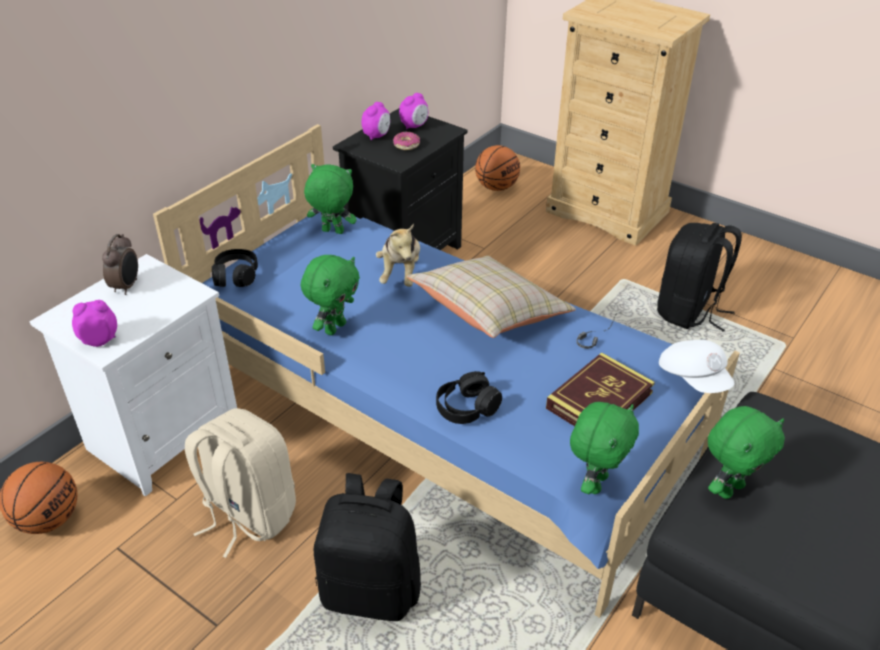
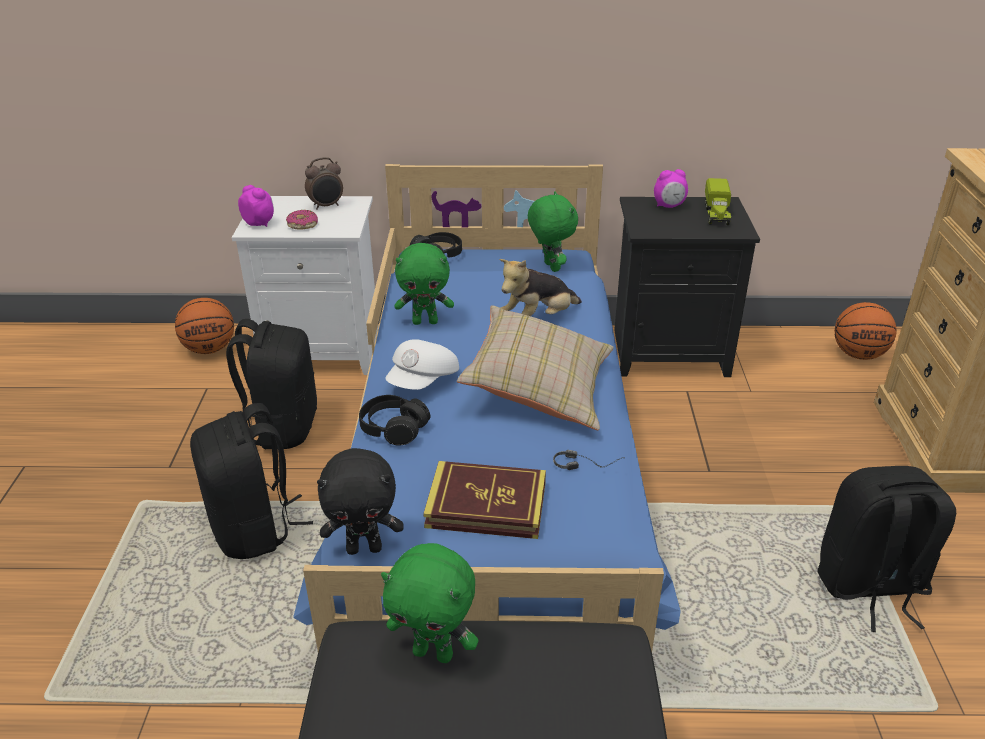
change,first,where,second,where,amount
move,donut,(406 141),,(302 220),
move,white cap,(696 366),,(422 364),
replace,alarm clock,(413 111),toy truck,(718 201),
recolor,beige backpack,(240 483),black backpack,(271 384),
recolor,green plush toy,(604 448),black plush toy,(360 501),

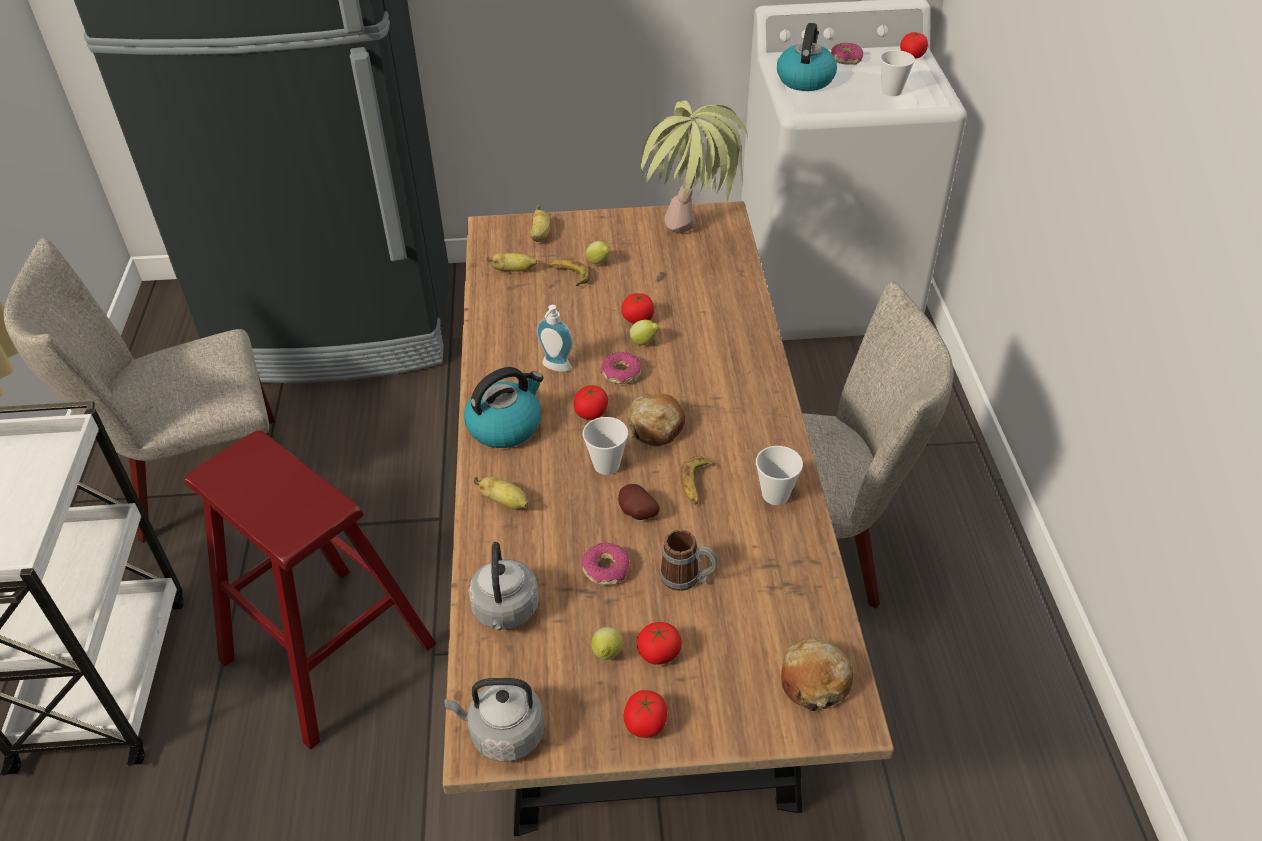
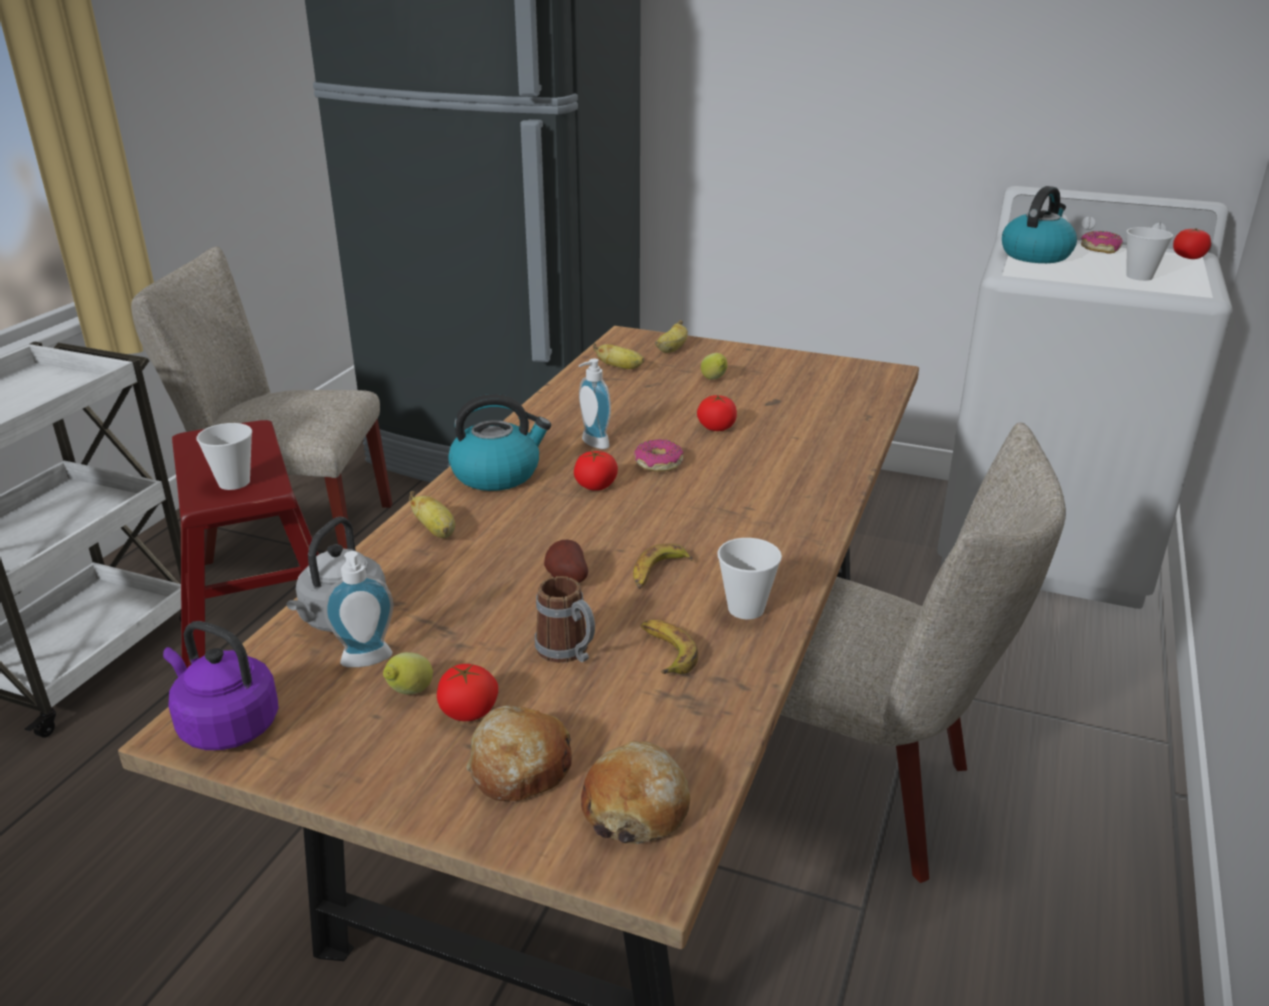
change,first,where,second,where,amount
delete,donut,(606 564),,,
delete,tomato,(645 714),,,
delete,lemon,(644 333),,,
delete,potted plant,(694 167),,,
insert,,,soap dispenser,(359 609),
move,banana,(570 272),,(669 647),
move,cup,(605 446),,(224 456),
move,bread,(656 420),,(519 753),
recolor,grey kettle,(494 720),purple kettle,(221 685),

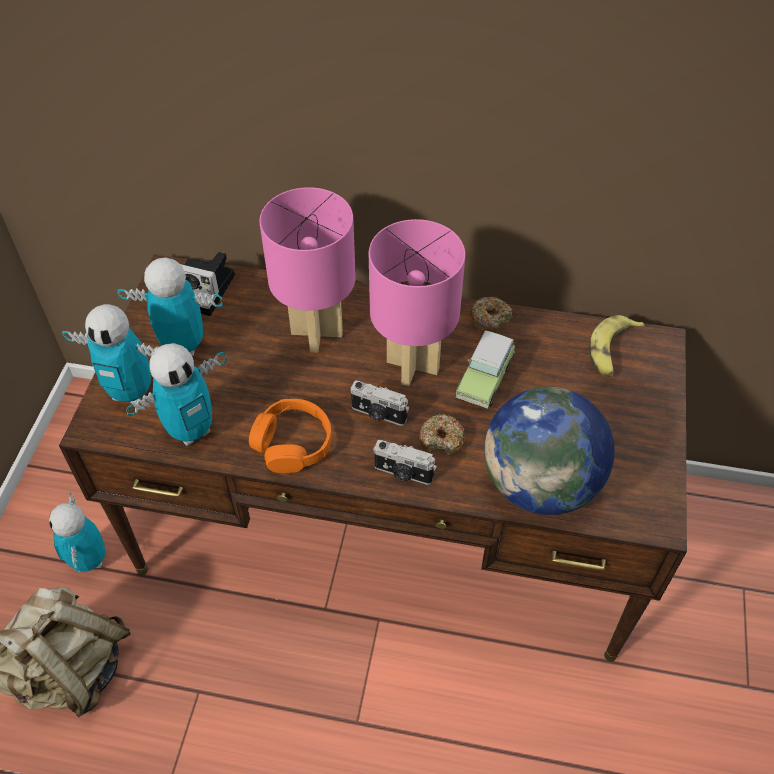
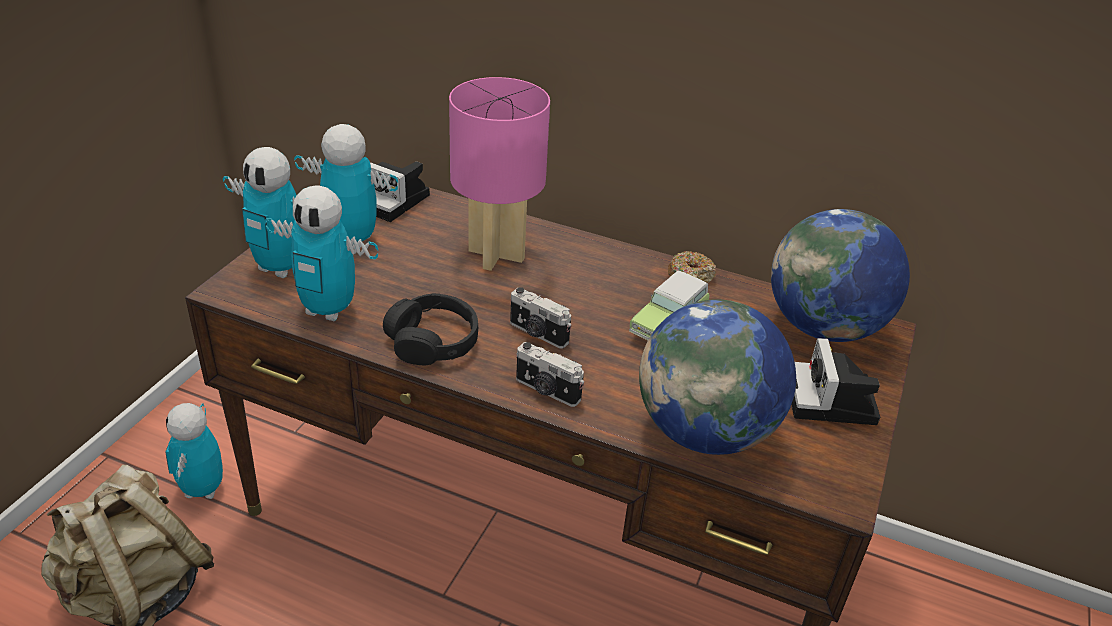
change,first,where,second,where,amount
delete,pink table lamp,(417 302),,,
delete,donut,(442 435),,,
insert,,,photo camera,(836 381),
replace,banana,(617 346),globe,(840 275),
recolor,orange headphones,(290 436),black headphones,(430 329),
rotate,toy robot,(176 394),,(321 253),45 degrees clockwise

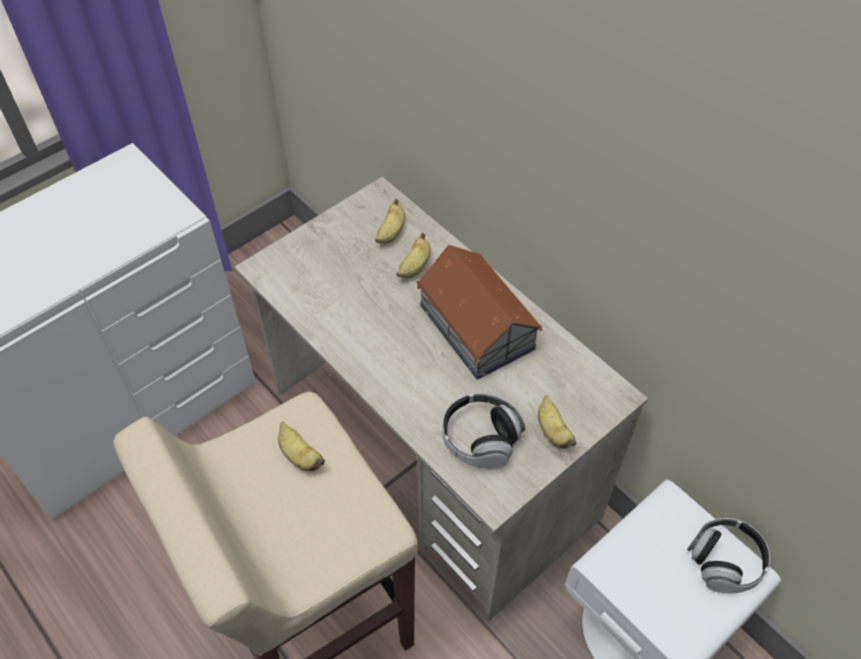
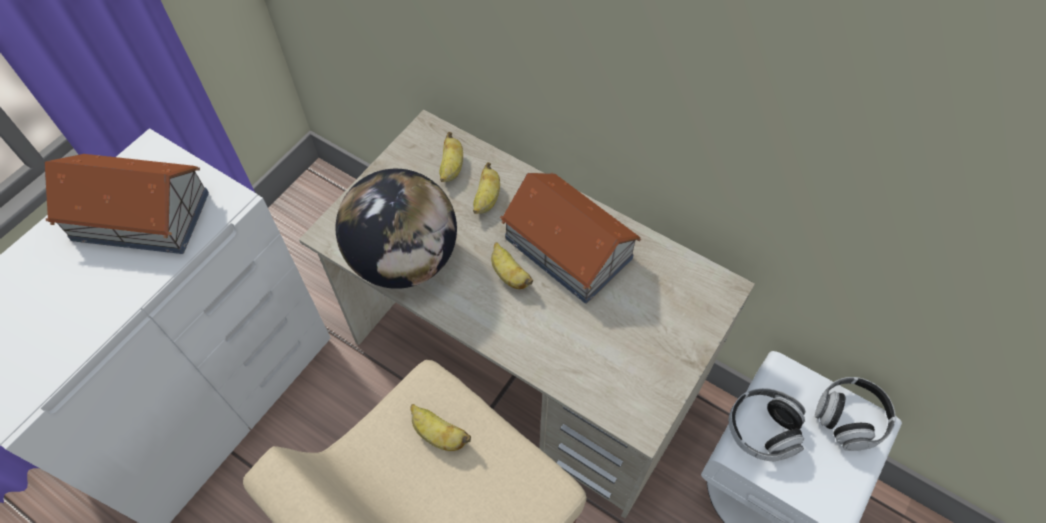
change,first,where,second,where,amount
insert,,,toy house,(127 204),
insert,,,globe,(396 229),
move,headphones,(483 431),,(767 424),
move,banana,(557 422),,(512 265),

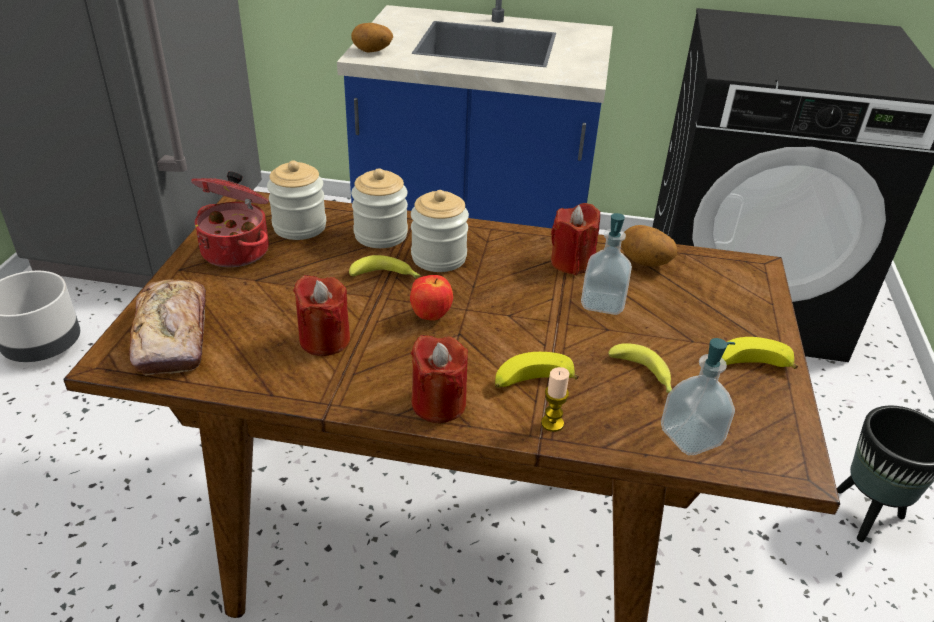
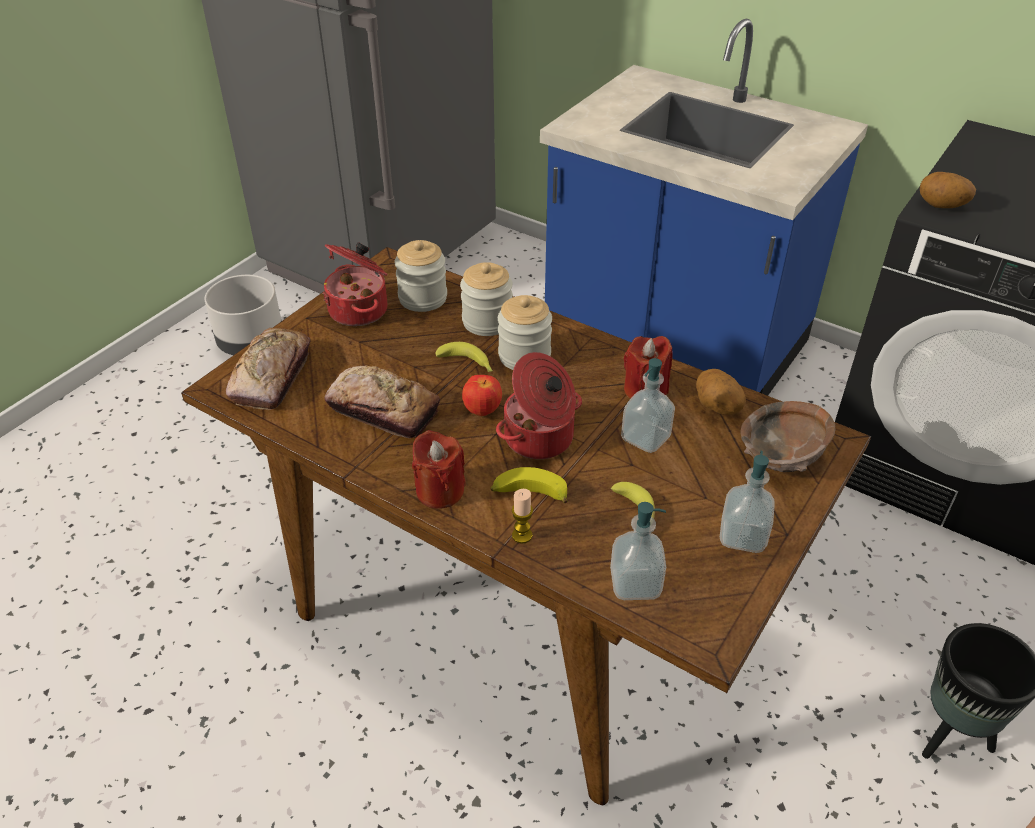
change,first,where,second,where,amount
insert,,,cooking pot,(539 405),
insert,,,brown bowl,(787 436),
move,potato,(372 38),,(948 190),
replace,red candle,(321 315),bread,(382 401),
replace,banana,(760 353),soap dispenser,(747 502),

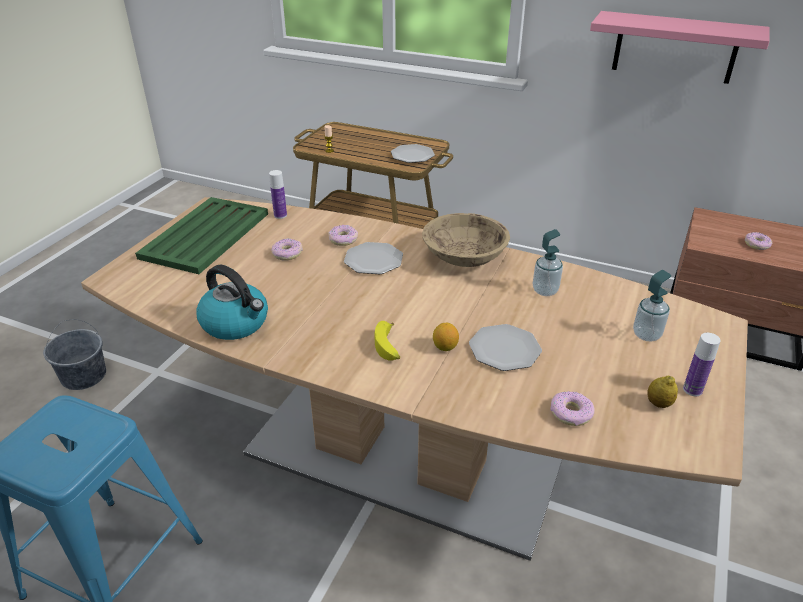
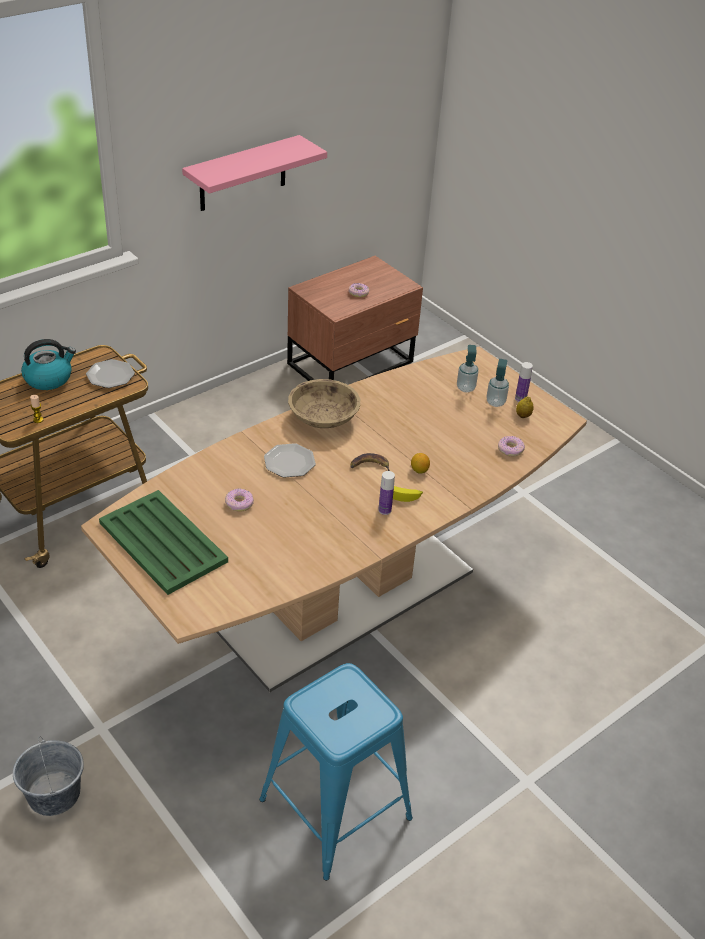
change,first,where,second,where,amount
delete,donut,(343 235),,,
delete,plate,(505 347),,,
insert,,,banana,(370 462),
move,kettle,(232 302),,(48 364),
move,bottle,(278 194),,(386 493),
move,soap dispenser,(548 262),,(497 383),

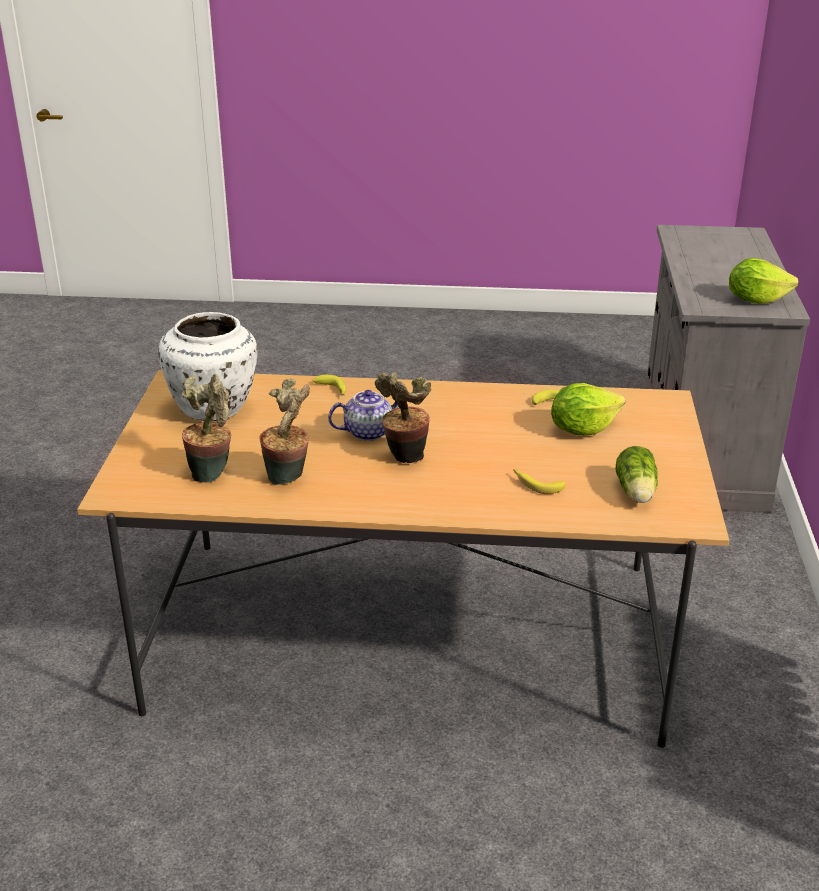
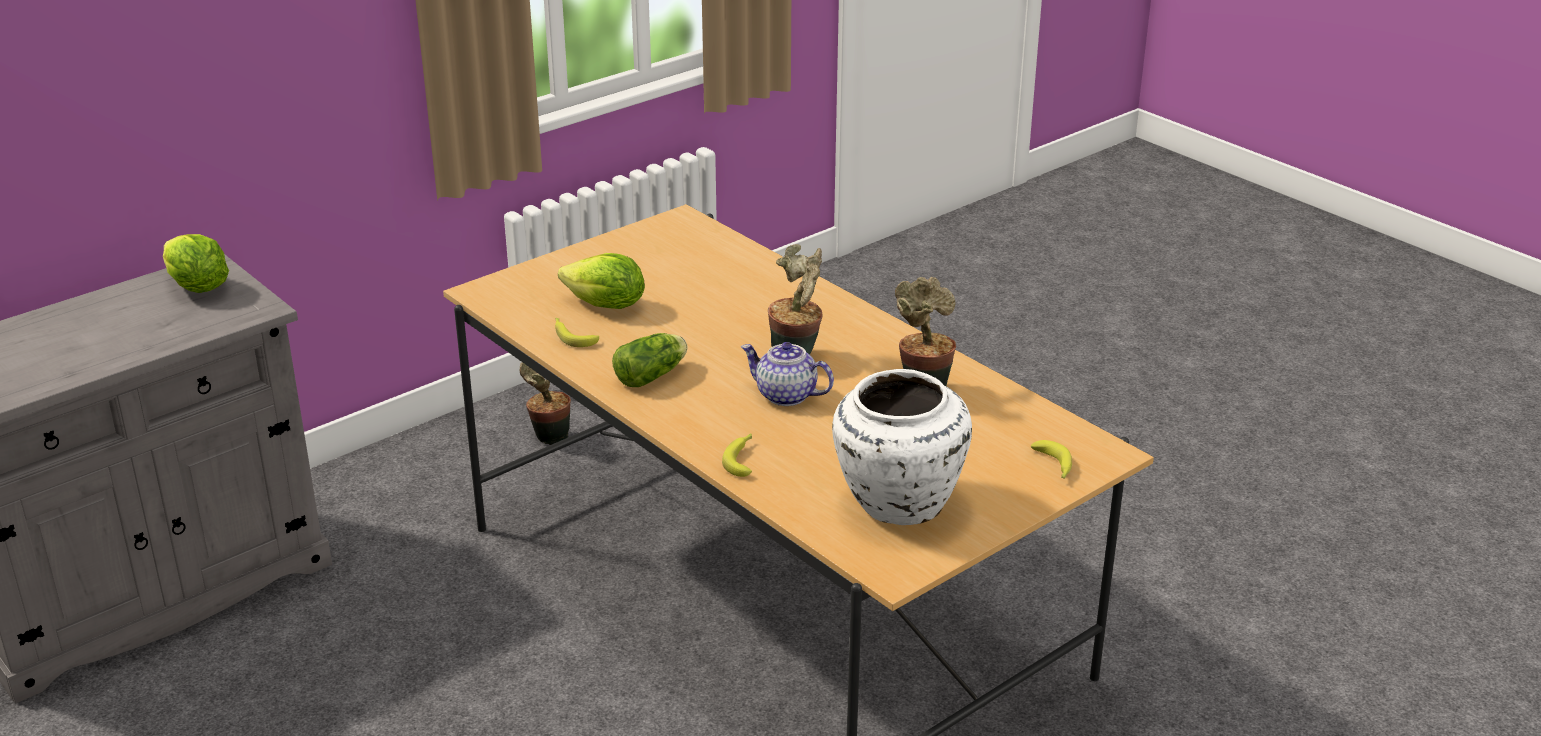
change,first,where,second,where,amount
move,potted plant,(206 428),,(545 403),
move,banana,(539 481),,(1051 459),
move,lettuce,(636 474),,(649 360),

